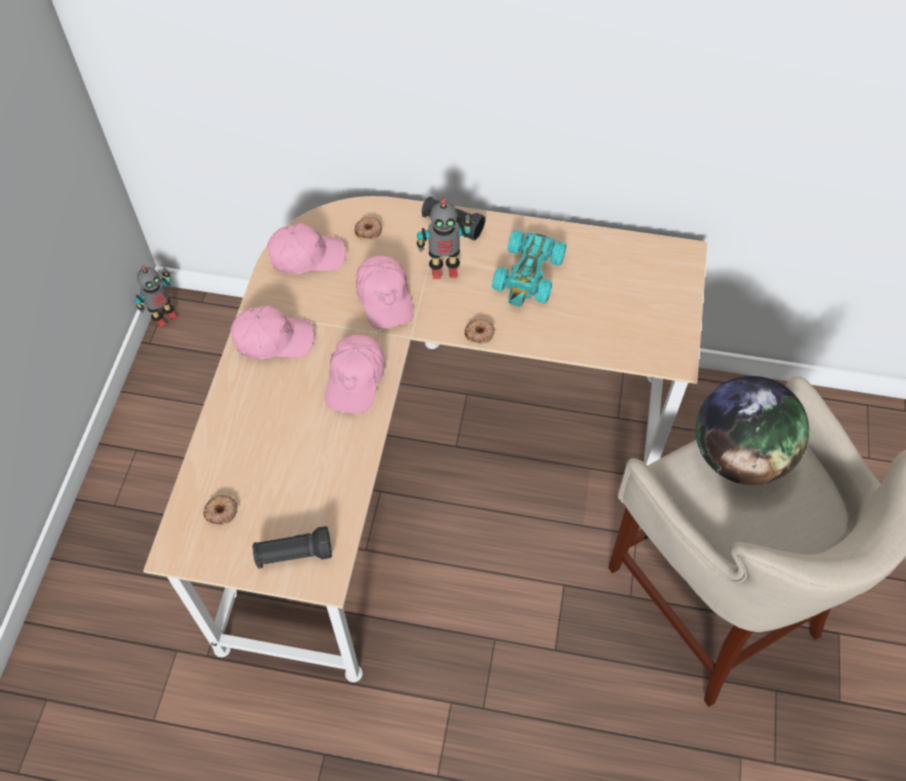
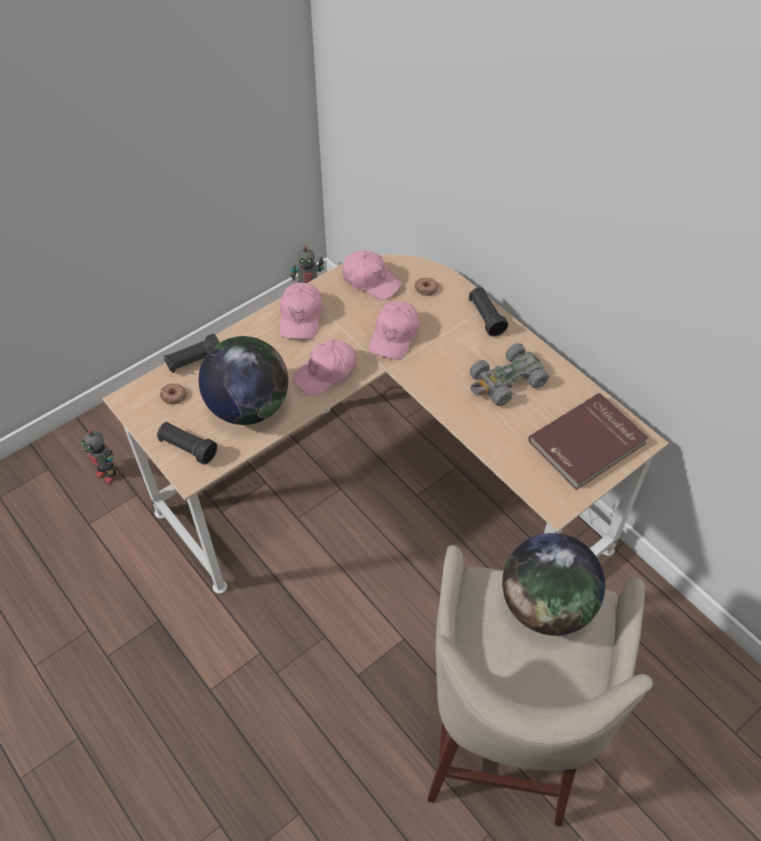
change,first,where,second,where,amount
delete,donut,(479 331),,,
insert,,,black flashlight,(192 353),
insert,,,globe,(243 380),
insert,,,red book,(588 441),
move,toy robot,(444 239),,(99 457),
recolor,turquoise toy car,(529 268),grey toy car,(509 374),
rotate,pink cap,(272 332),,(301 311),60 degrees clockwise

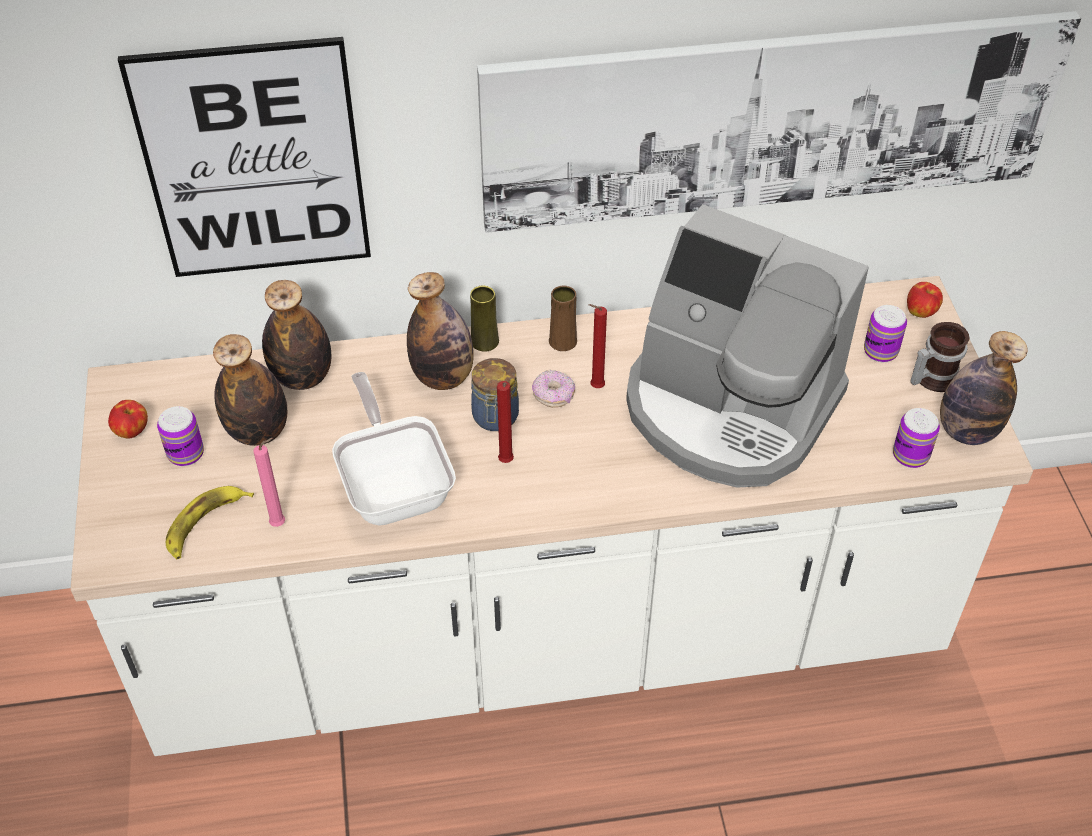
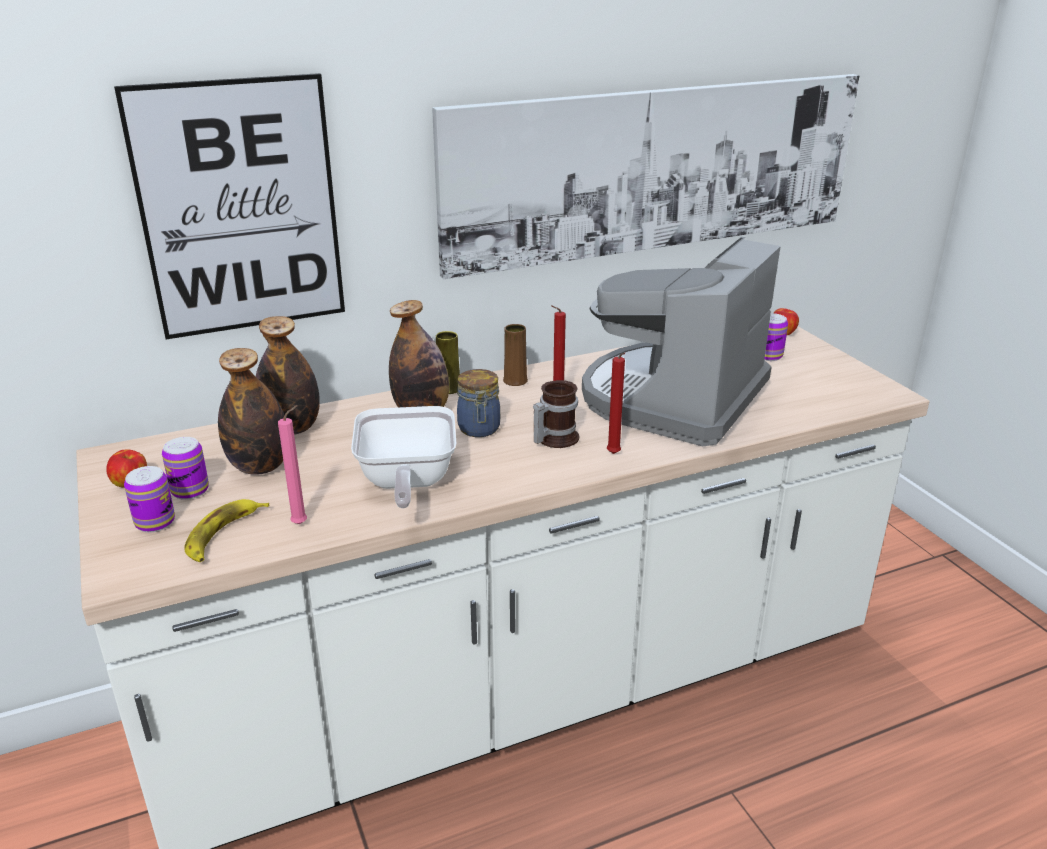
change,first,where,second,where,amount
delete,donut,(553 389),,,
delete,bottle,(984 388),,,
move,red candle,(505 422),,(616 403),
move,can,(916 438),,(149 499),
move,mug,(940 357),,(556 414),
rotate,frying pan,(394 448),,(404 457),150 degrees counterclockwise
rotate,coffee machine,(747 345),,(681 342),105 degrees clockwise

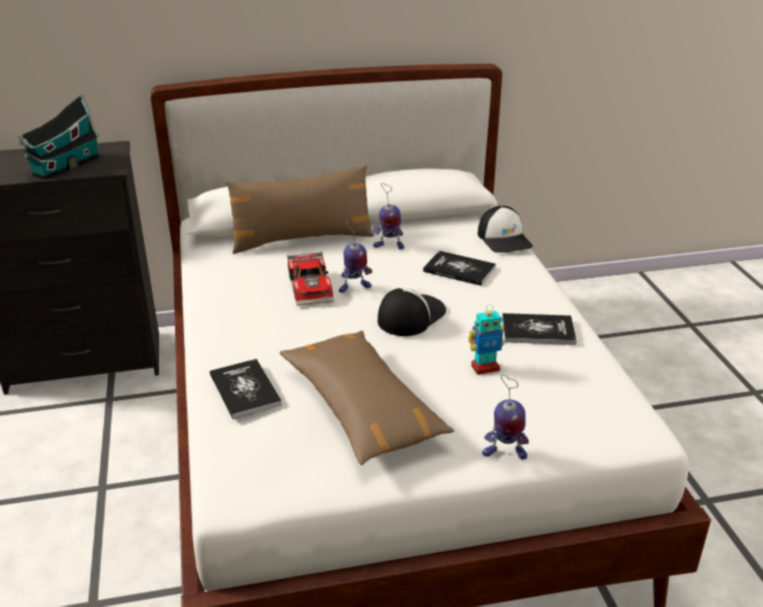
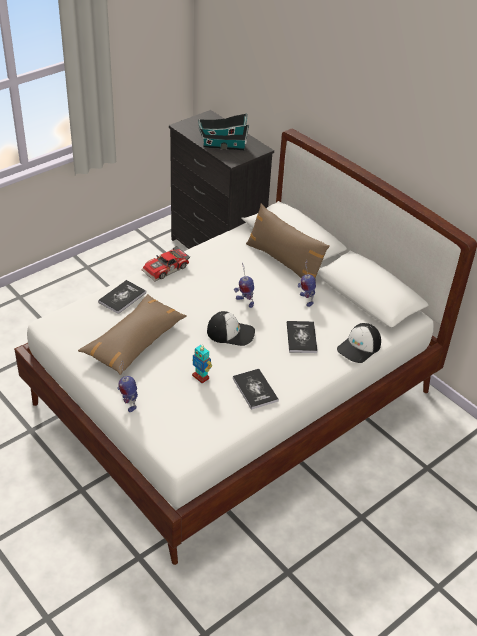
change,first,where,second,where,amount
move,toy car,(310 279),,(166 263),

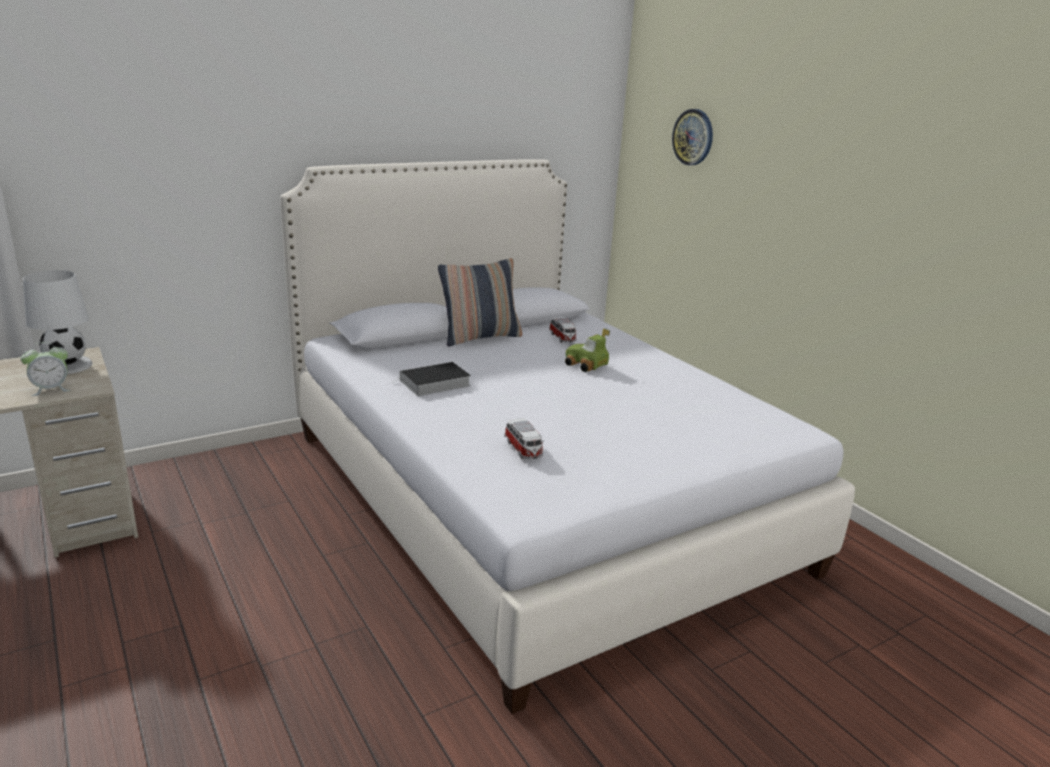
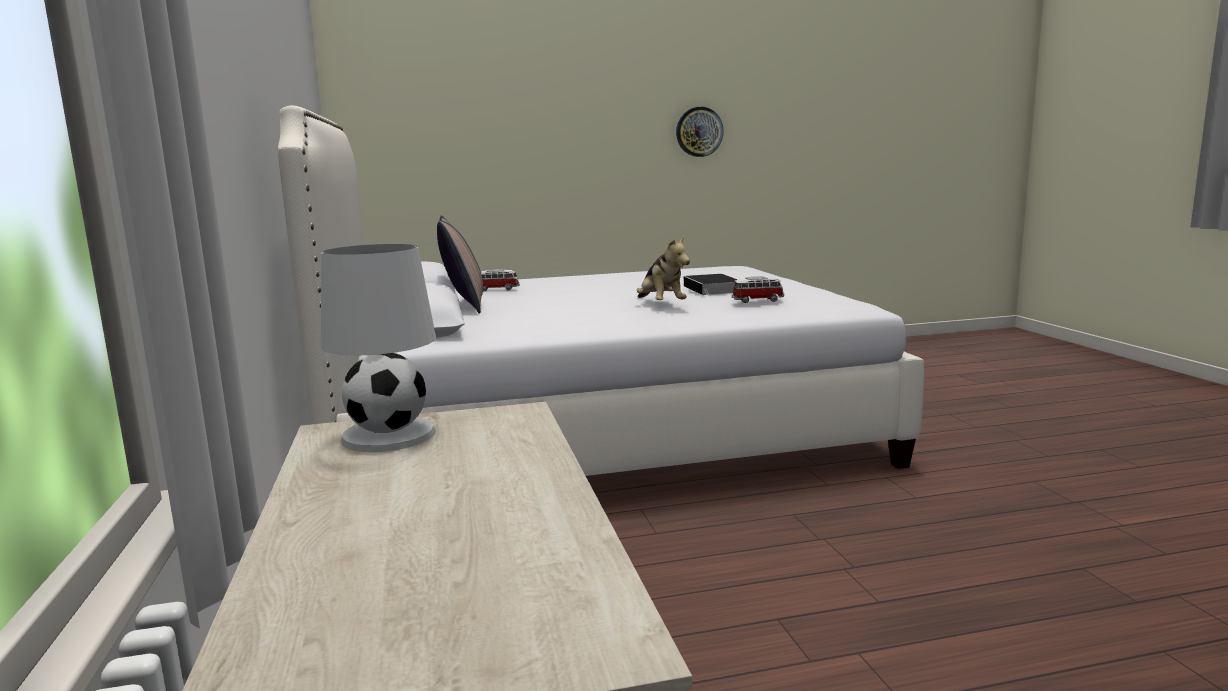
change,first,where,second,where,amount
delete,alarm clock,(45 369),,,
delete,toy car,(587 350),,,
insert,,,plush toy,(663 268),
move,book,(431 379),,(711 285),
move,wall clock,(692 137),,(700 132),

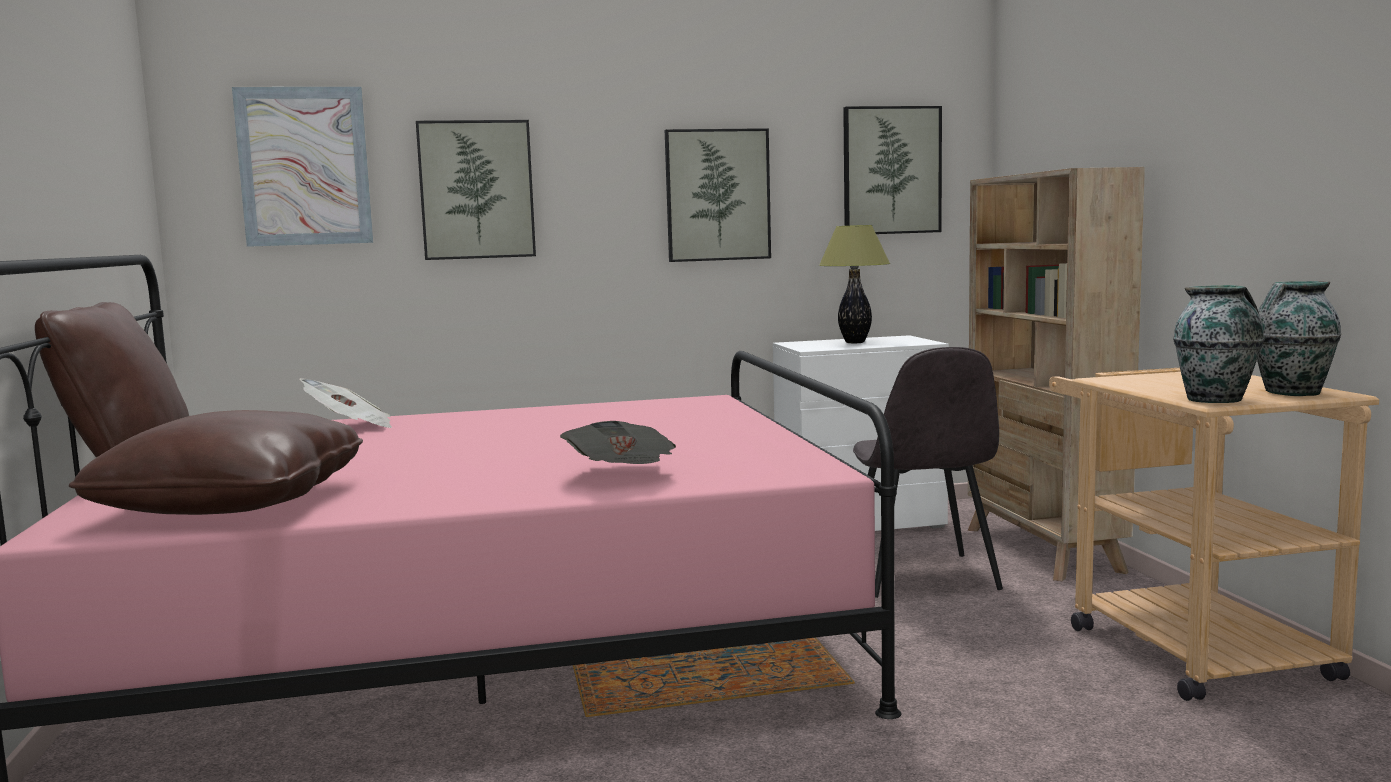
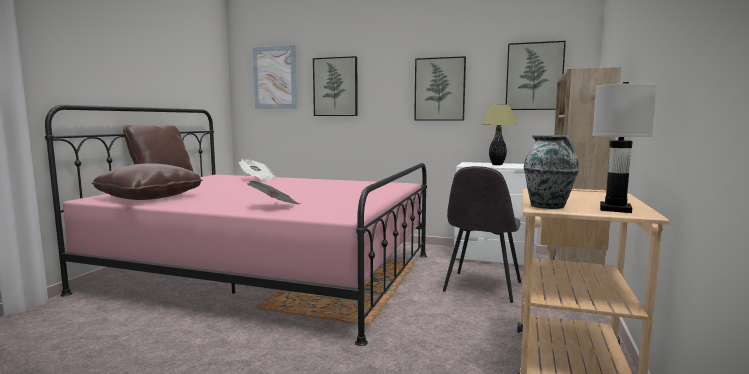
change,first,where,second,where,amount
replace,vase,(1299 338),white table lamp,(624 147),

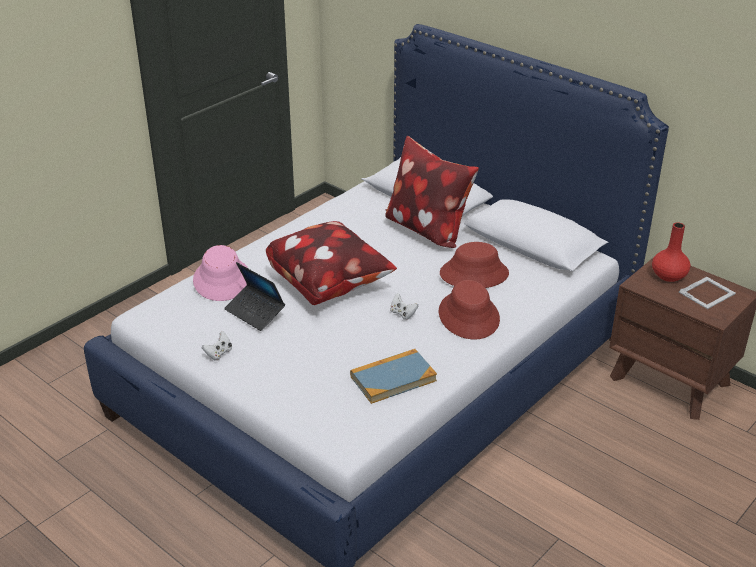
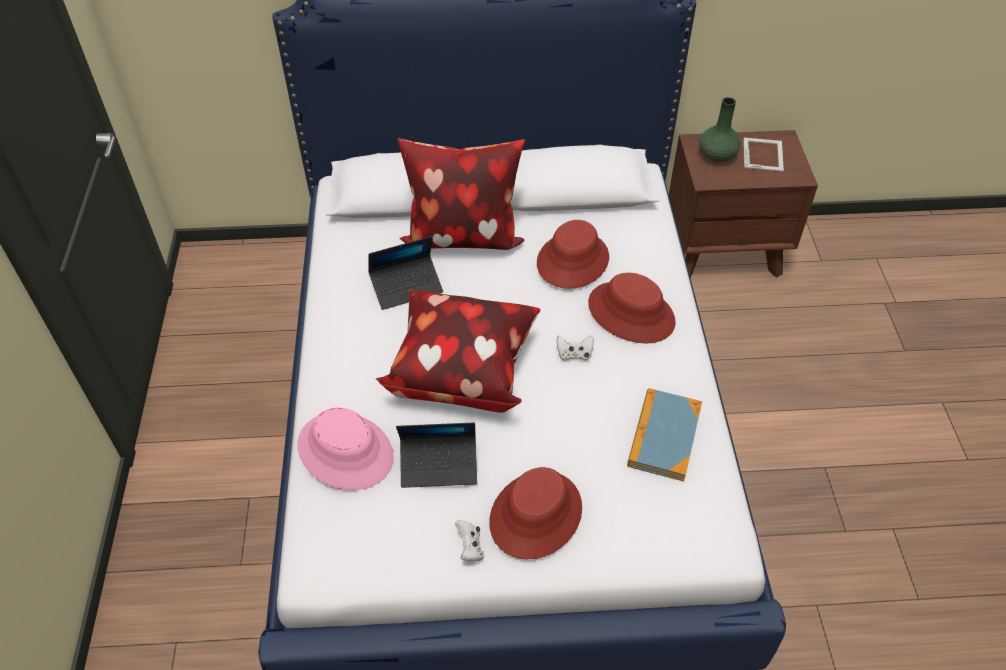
change,first,where,second,where,amount
insert,,,laptop,(405 273),
insert,,,red hat,(536 513),
recolor,red vase,(671 252),green vase,(720 129),

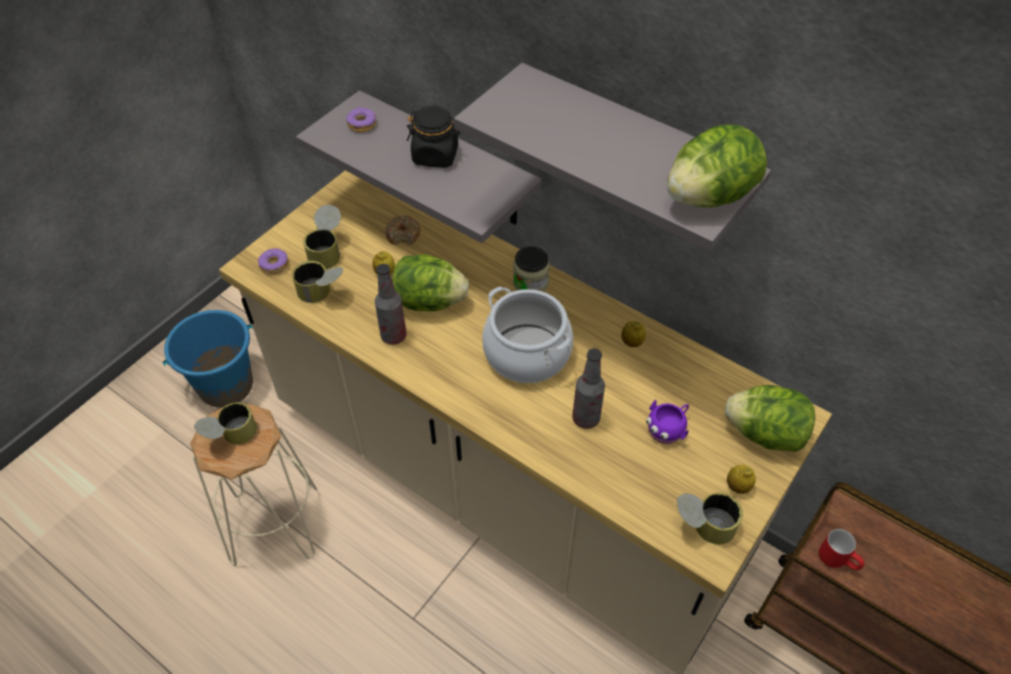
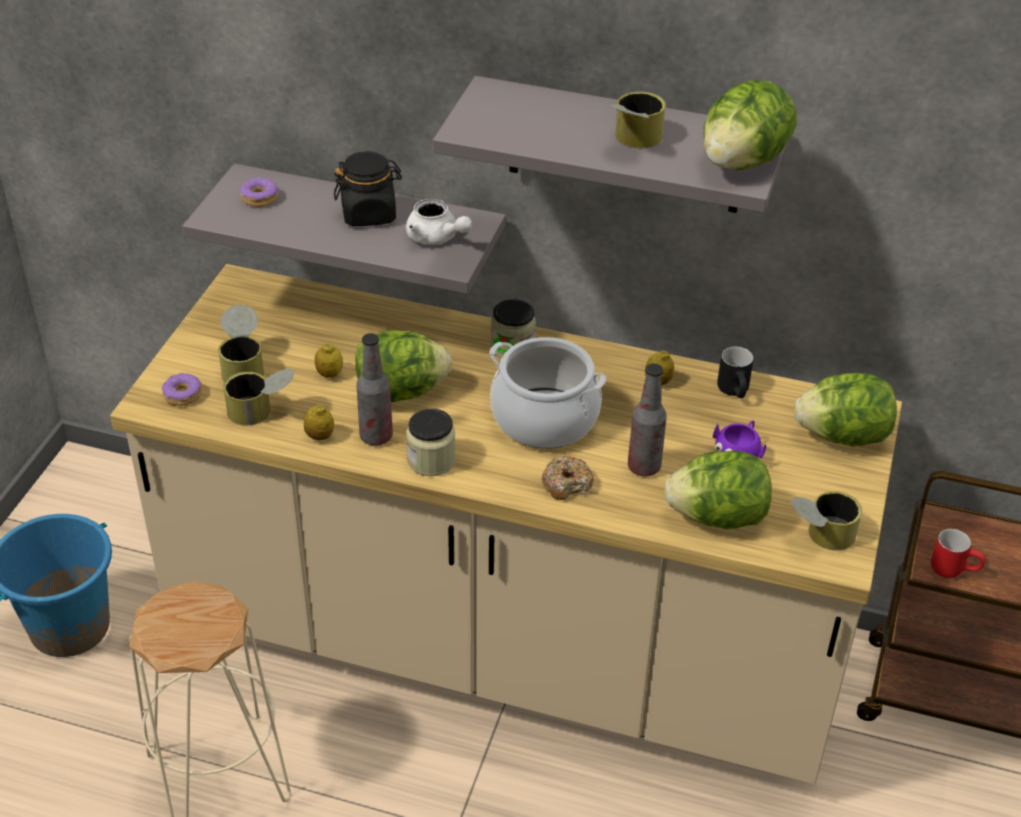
change,first,where,second,where,amount
insert,,,white teapot,(439 221),
insert,,,jar,(431 442),
insert,,,lettuce,(718 490),
insert,,,black mug,(735 372),
move,can,(225 423),,(637 120),
move,donut,(403 230),,(567 478),
move,lemon,(741 479),,(319 422),

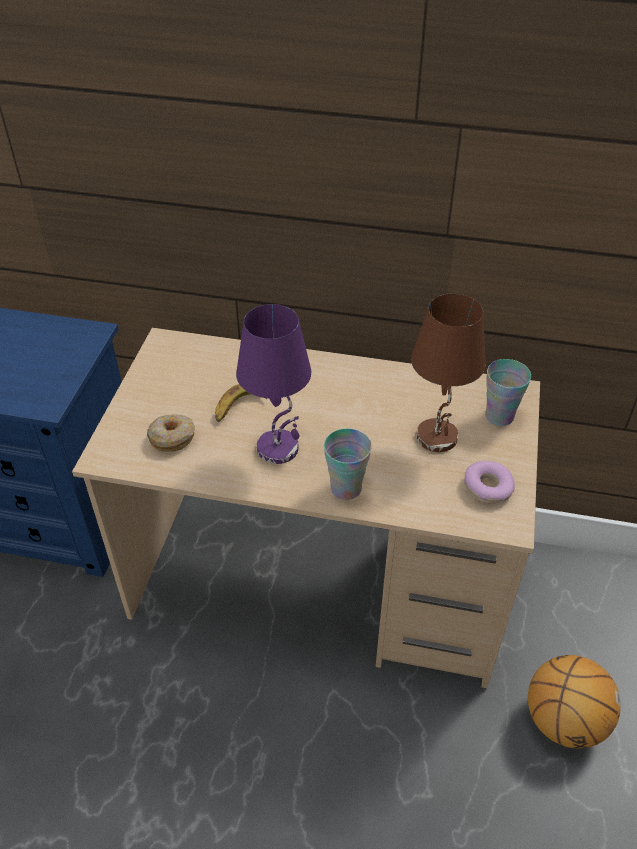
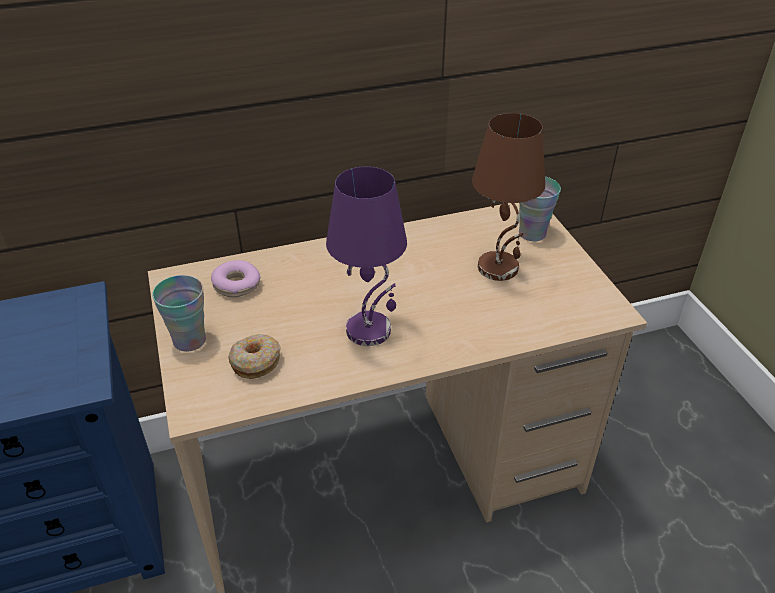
change,first,where,second,where,amount
delete,banana,(241 403),,,
delete,basketball,(574 701),,,
move,cup,(348 464),,(179 313),
move,donut,(489 482),,(236 278),

